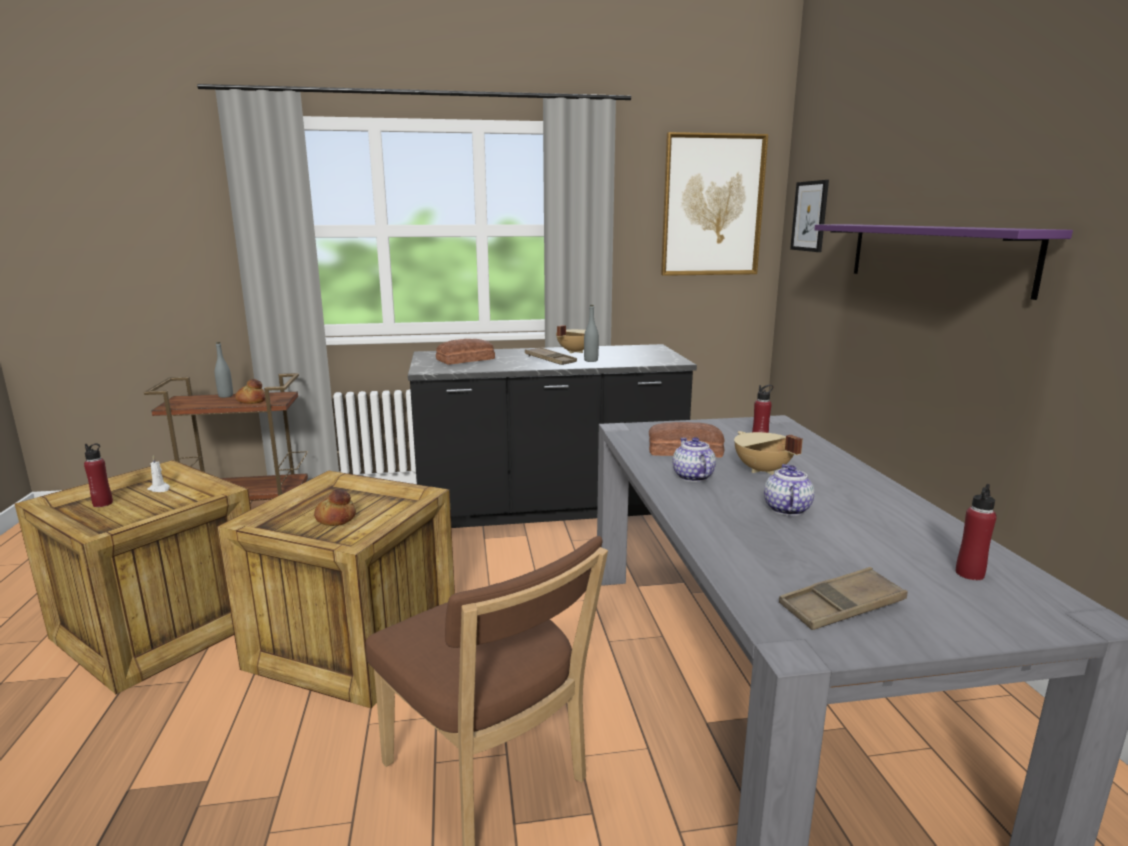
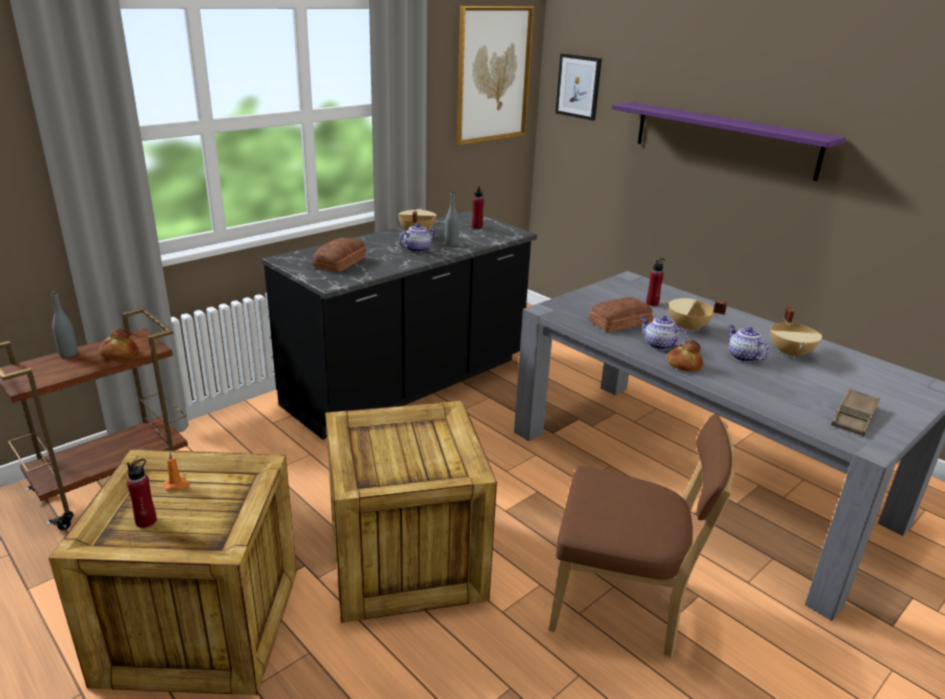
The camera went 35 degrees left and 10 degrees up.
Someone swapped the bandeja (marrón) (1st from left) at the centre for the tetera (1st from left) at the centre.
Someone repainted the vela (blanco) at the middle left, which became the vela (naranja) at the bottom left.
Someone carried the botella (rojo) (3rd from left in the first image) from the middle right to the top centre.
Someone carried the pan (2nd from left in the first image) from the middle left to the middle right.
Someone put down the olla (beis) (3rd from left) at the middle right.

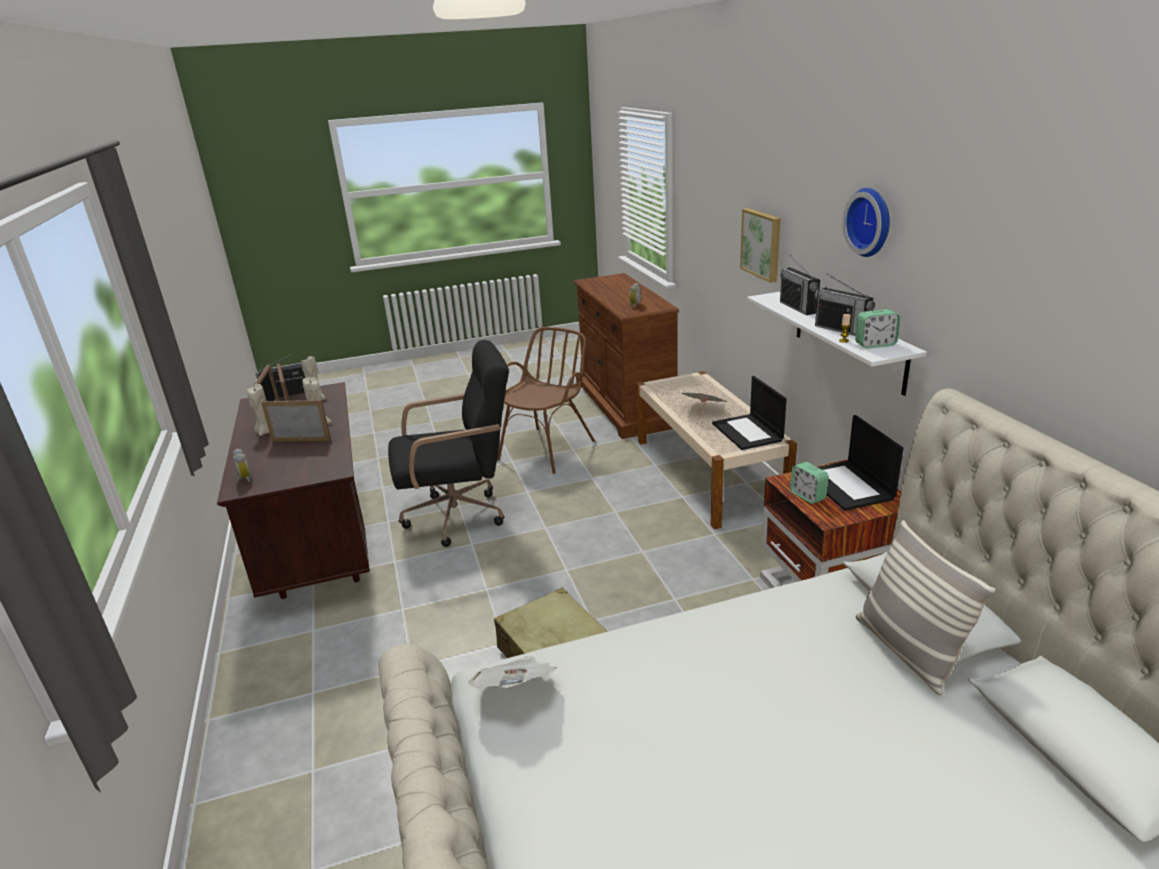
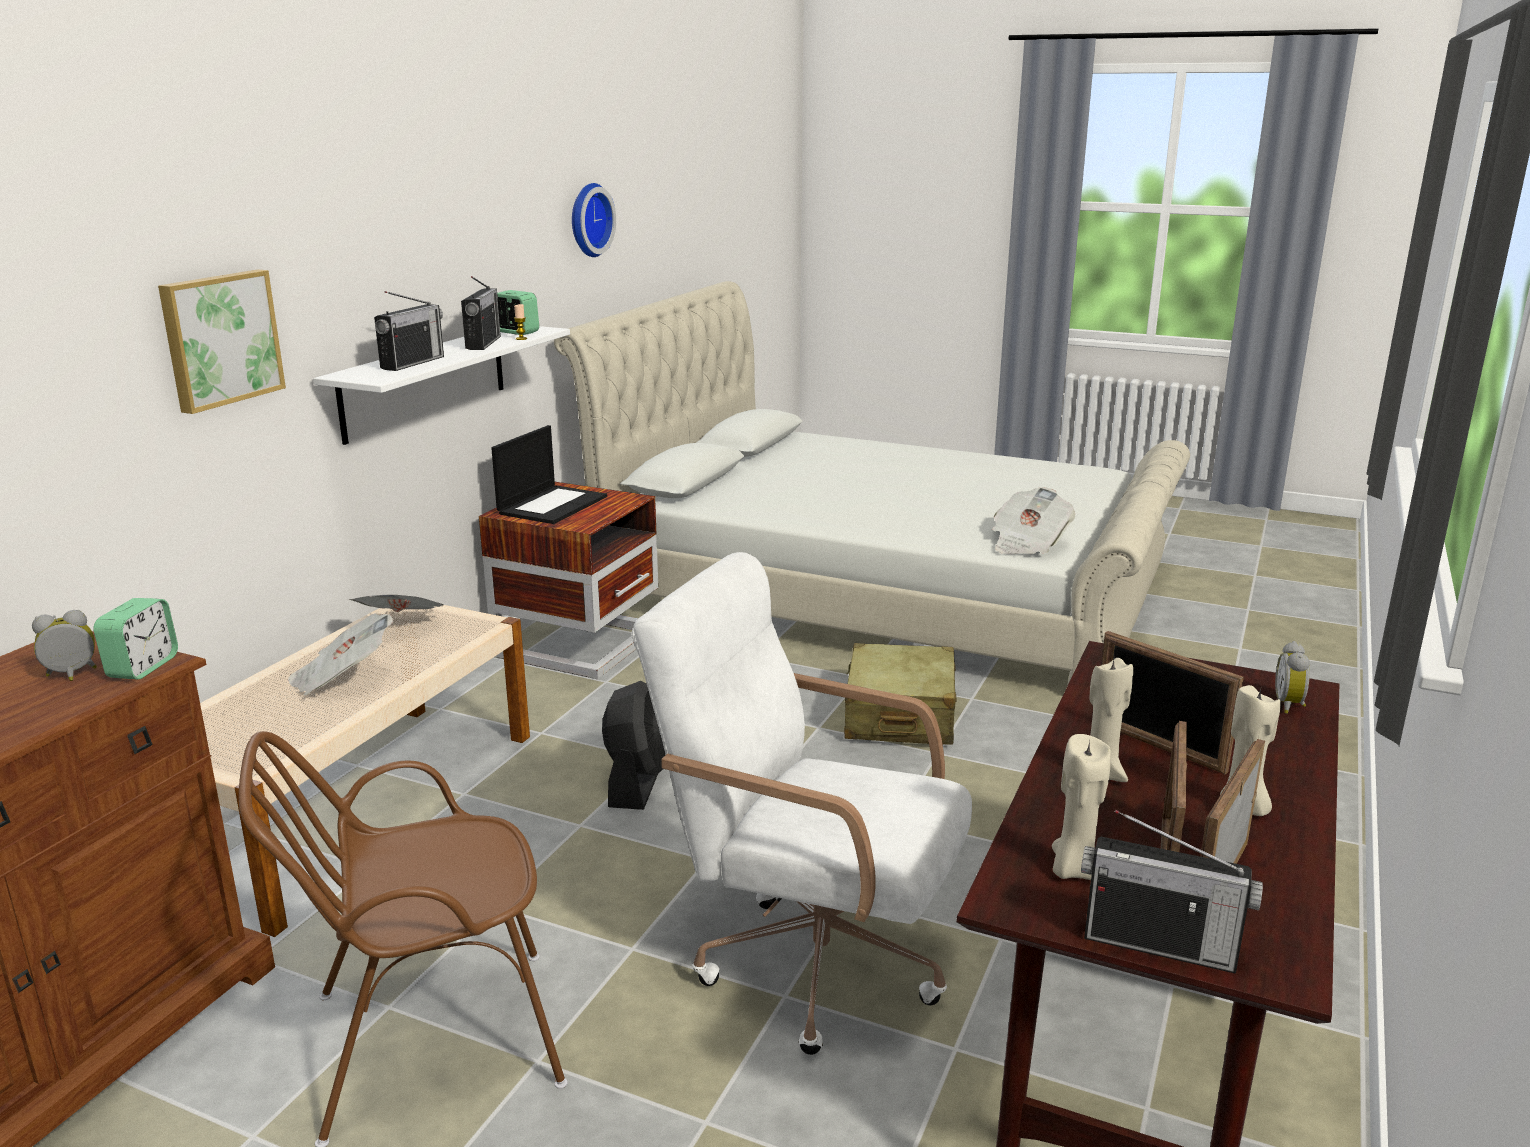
The camera went 140 degrees left and 5 degrees down.
Someone carried the reloj de pared from the top right to the top centre.
Someone repainted the silla de oficina (negro) at the centre, which became the silla de oficina (blanco) at the bottom centre.
Someone swapped the portátil (1st from left) at the centre for the periódico (2nd from left) at the middle left.
Someone carried the despertador (3rd from left in the first image) from the middle right to the middle left.
Someone took away the cojín at the bottom right.
Someone put down the ventilador (negro) at the centre.

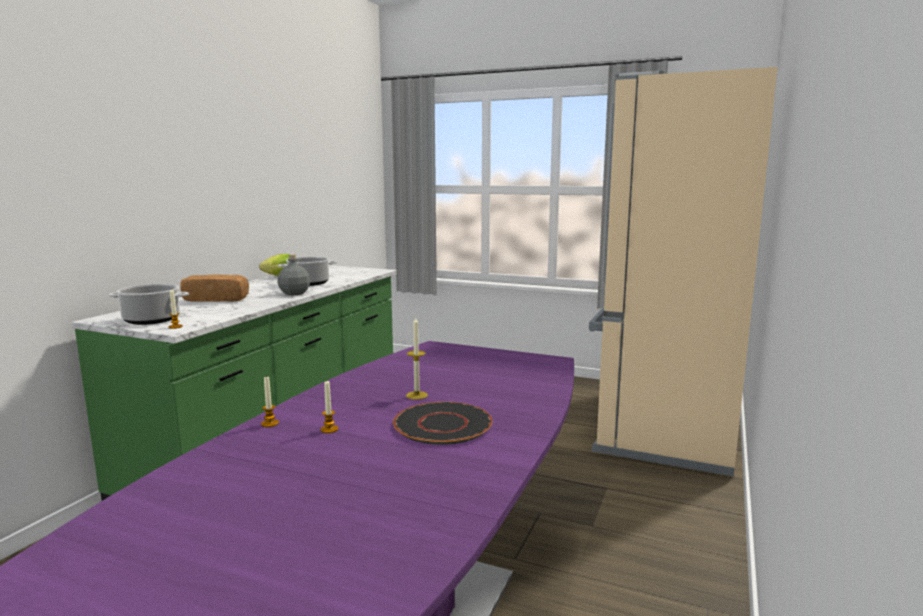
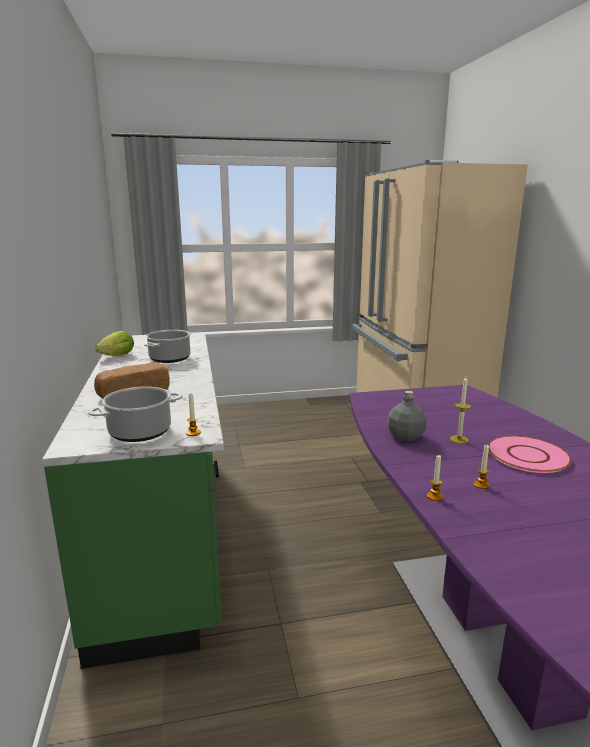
The camera went 35 degrees left and 5 degrees up.
Someone carried the botella (gris) from the middle left to the middle right.
Someone repainted the plato (negro) at the bottom centre, which became the plato (rosa) at the middle right.

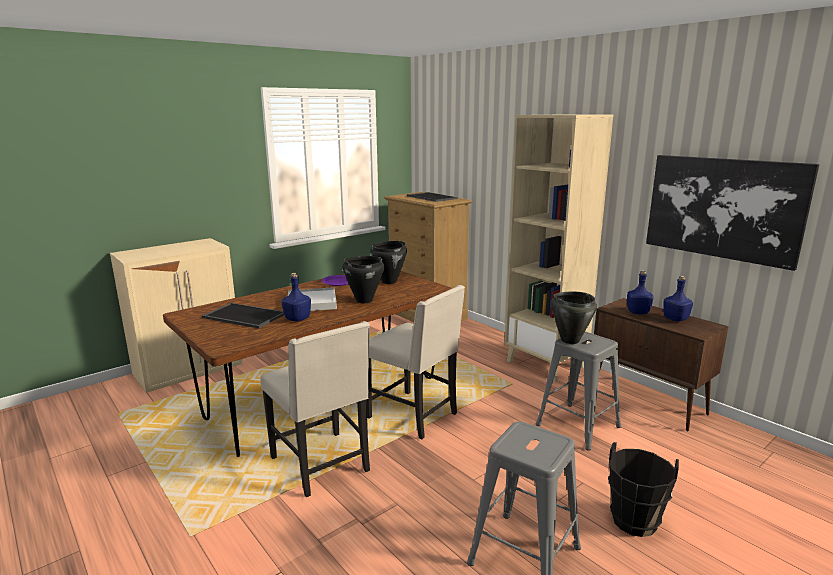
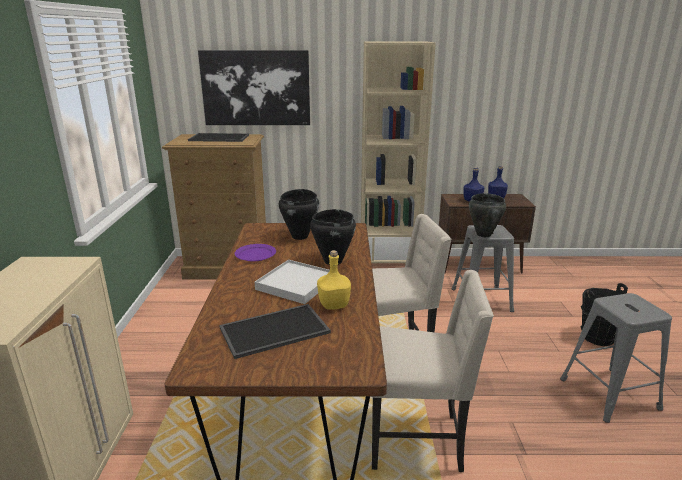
The camera went 50 degrees left and 5 degrees up.
Someone carried the cuadro from the middle right to the top centre.
Someone repainted the botella (azul) (1st from left) at the centre, which became the botella (amarillo) at the centre.

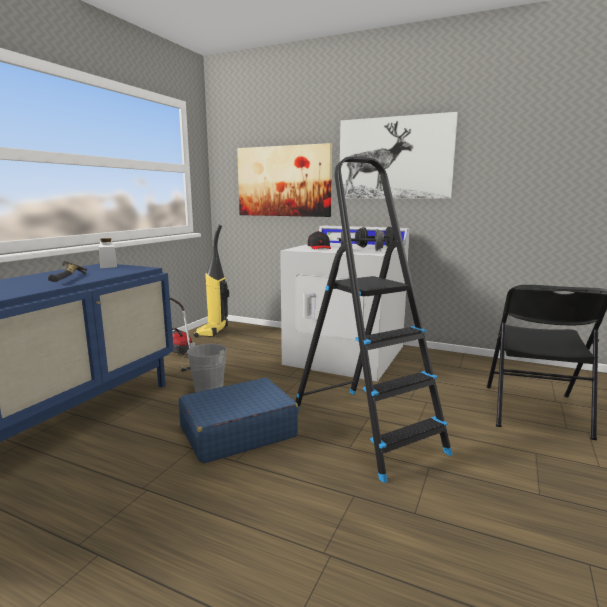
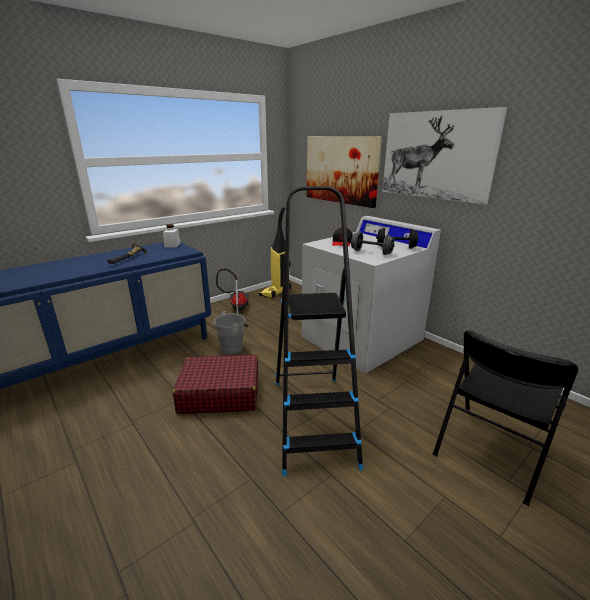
The camera went 25 degrees right and 10 degrees up.
Someone repainted the maleta (azul) at the bottom centre, which became the maleta (rojo) at the centre.

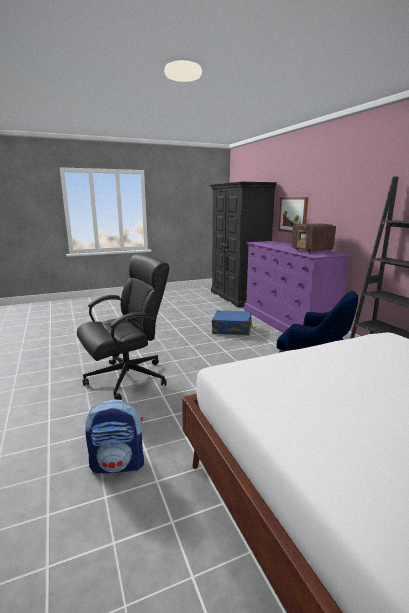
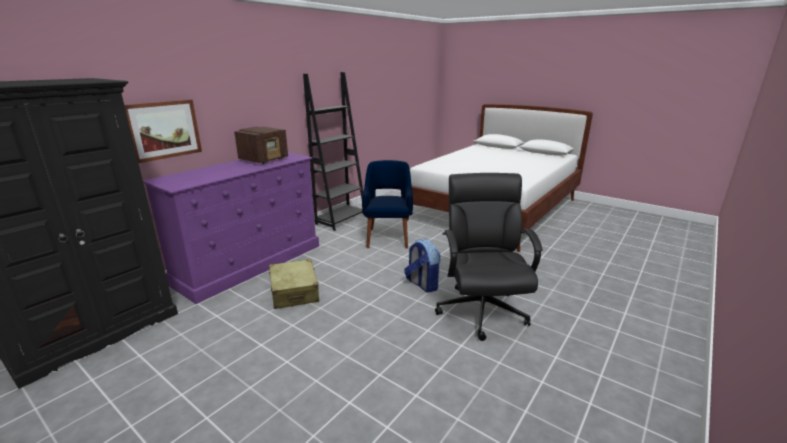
The camera went 120 degrees left and 5 degrees up.
Someone rotated the silla de oficina (negro) at the middle left by 60 degrees clockwise.
Someone repainted the maleta (azul) at the centre, which became the maleta (beis) at the centre.
Someone carried the mochila from the bottom left to the centre.

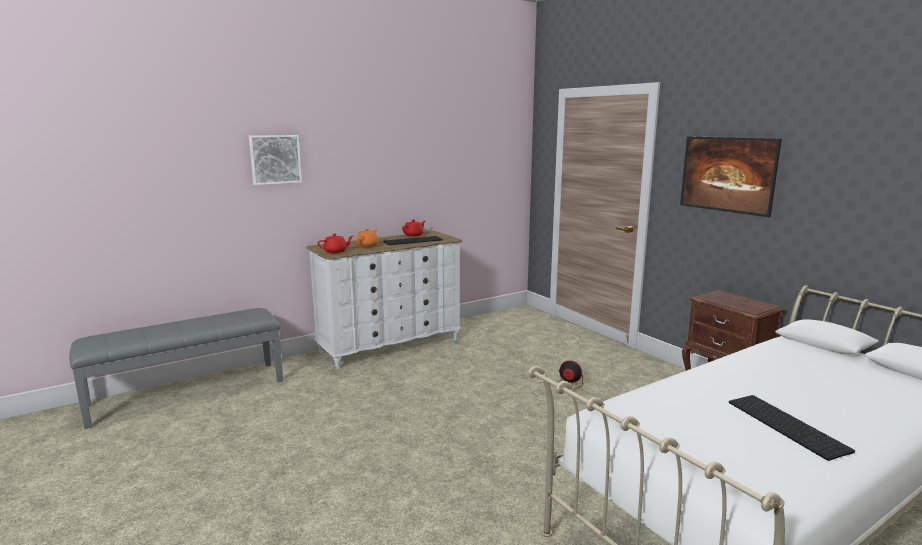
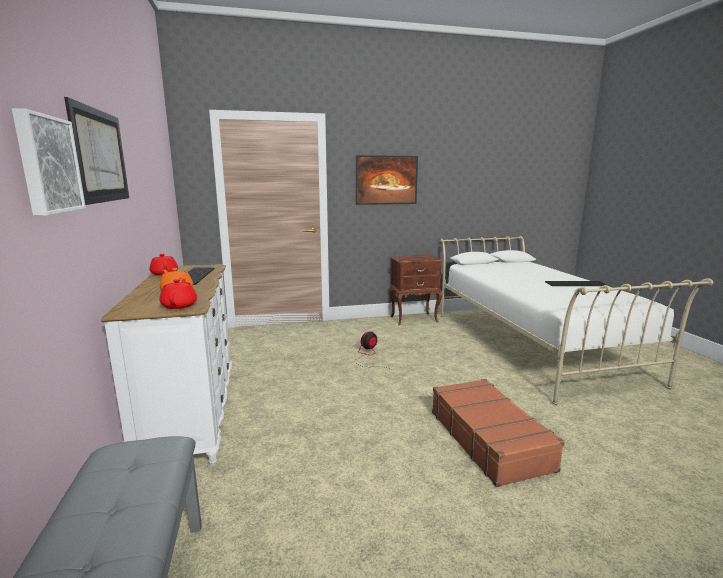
The camera went 70 degrees left and 0 degrees up.
Someone put up the cuadro (2nd from left) at the top left.
Someone put down the maleta (marrón) at the bottom right.

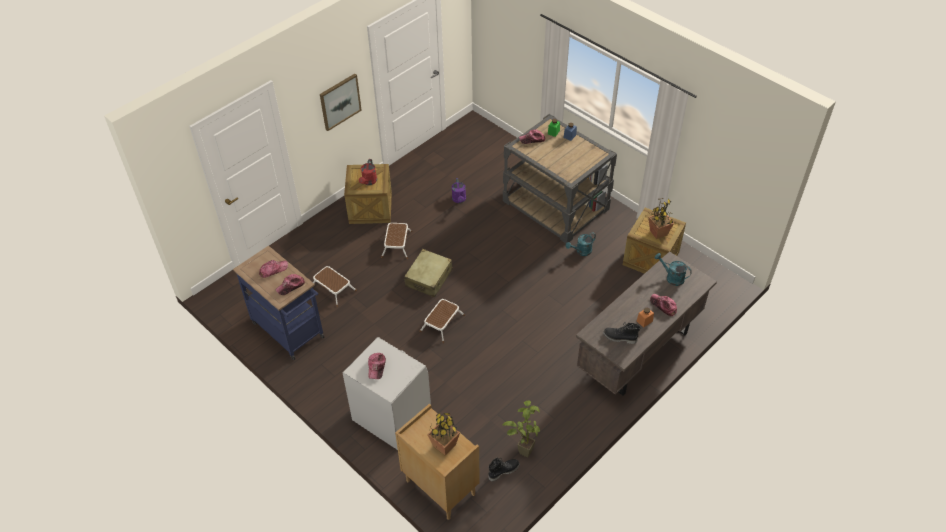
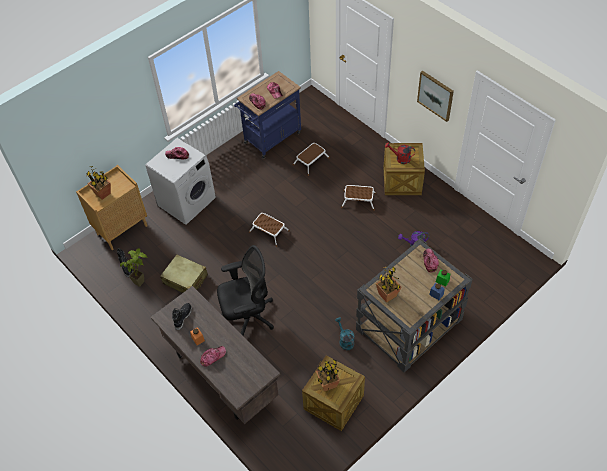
The camera went 95 degrees right and 5 degrees up.
Someone carried the maleta (beis) from the centre to the middle left.
Someone took away the regadera (turquesa) (2nd from left) at the middle right.
Someone put down the silla de oficina (negro) at the centre.
Someone put down the planta en maceta (4th from left) at the centre.

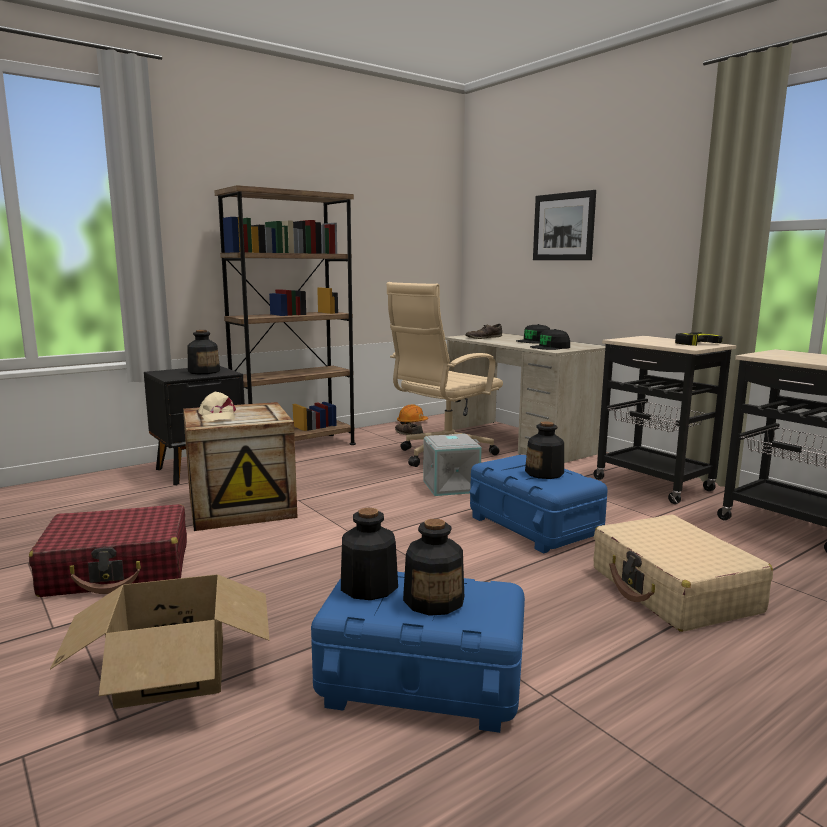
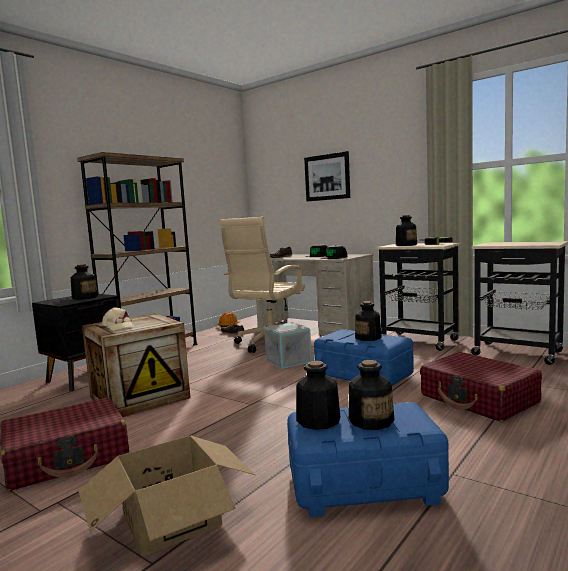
The camera went 15 degrees left and 5 degrees down.
Someone repainted the maleta (beis) at the bottom right, which became the maleta (rojo) (2nd from left) at the bottom right.
Someone put down the botella (5th from left) at the middle right.

